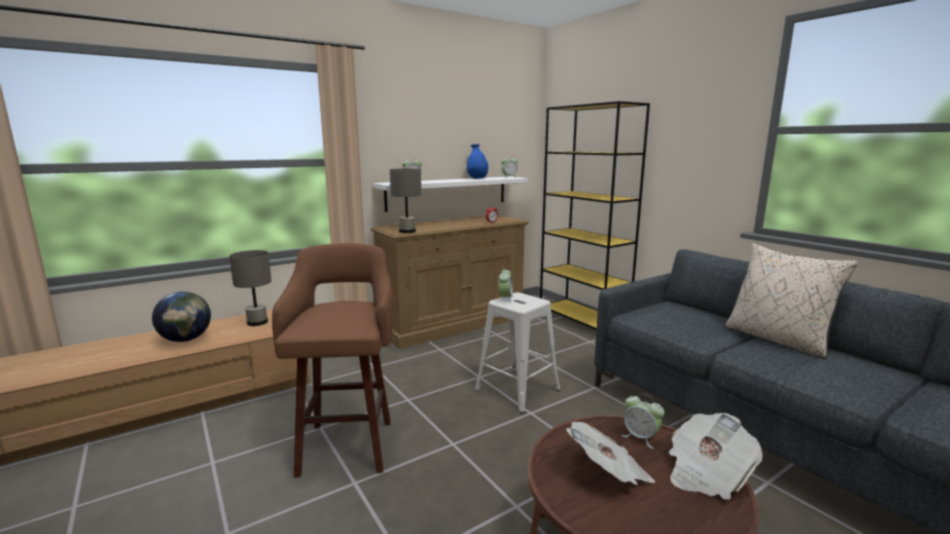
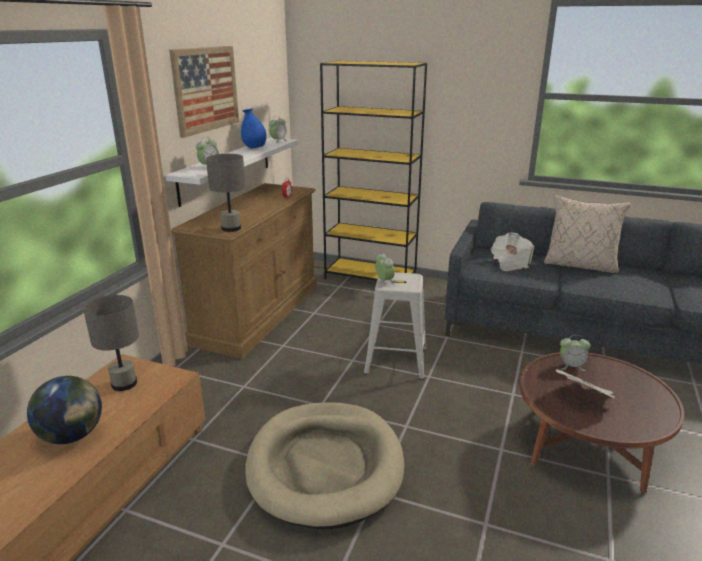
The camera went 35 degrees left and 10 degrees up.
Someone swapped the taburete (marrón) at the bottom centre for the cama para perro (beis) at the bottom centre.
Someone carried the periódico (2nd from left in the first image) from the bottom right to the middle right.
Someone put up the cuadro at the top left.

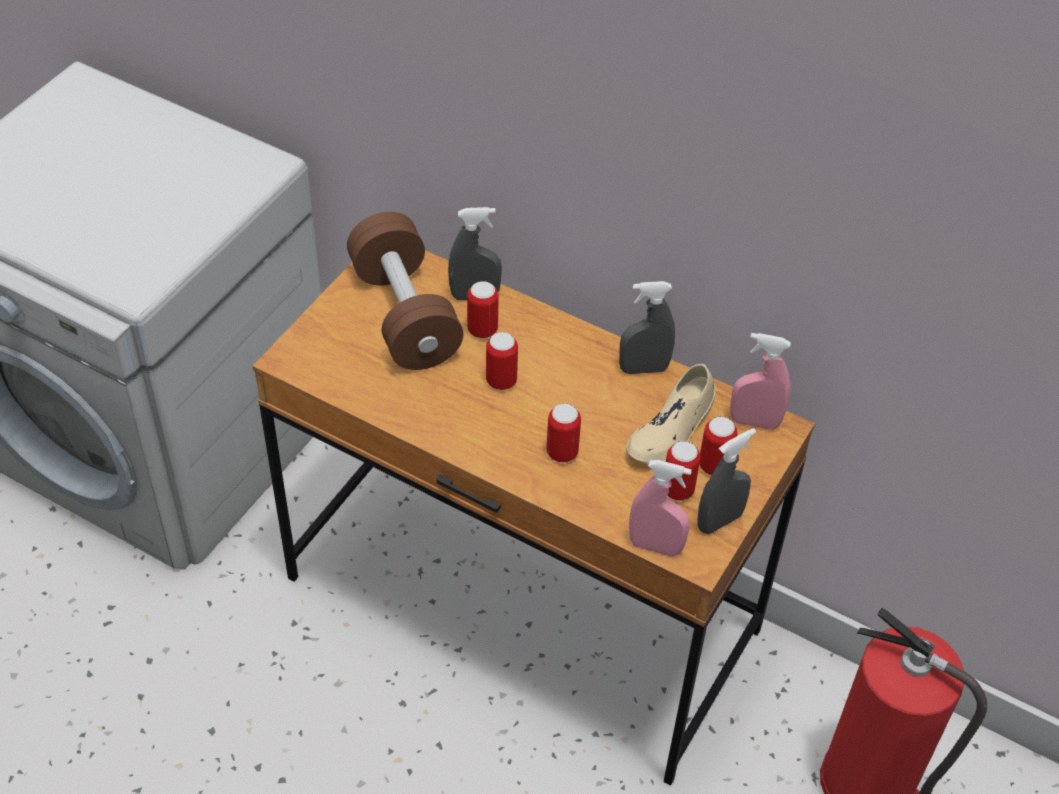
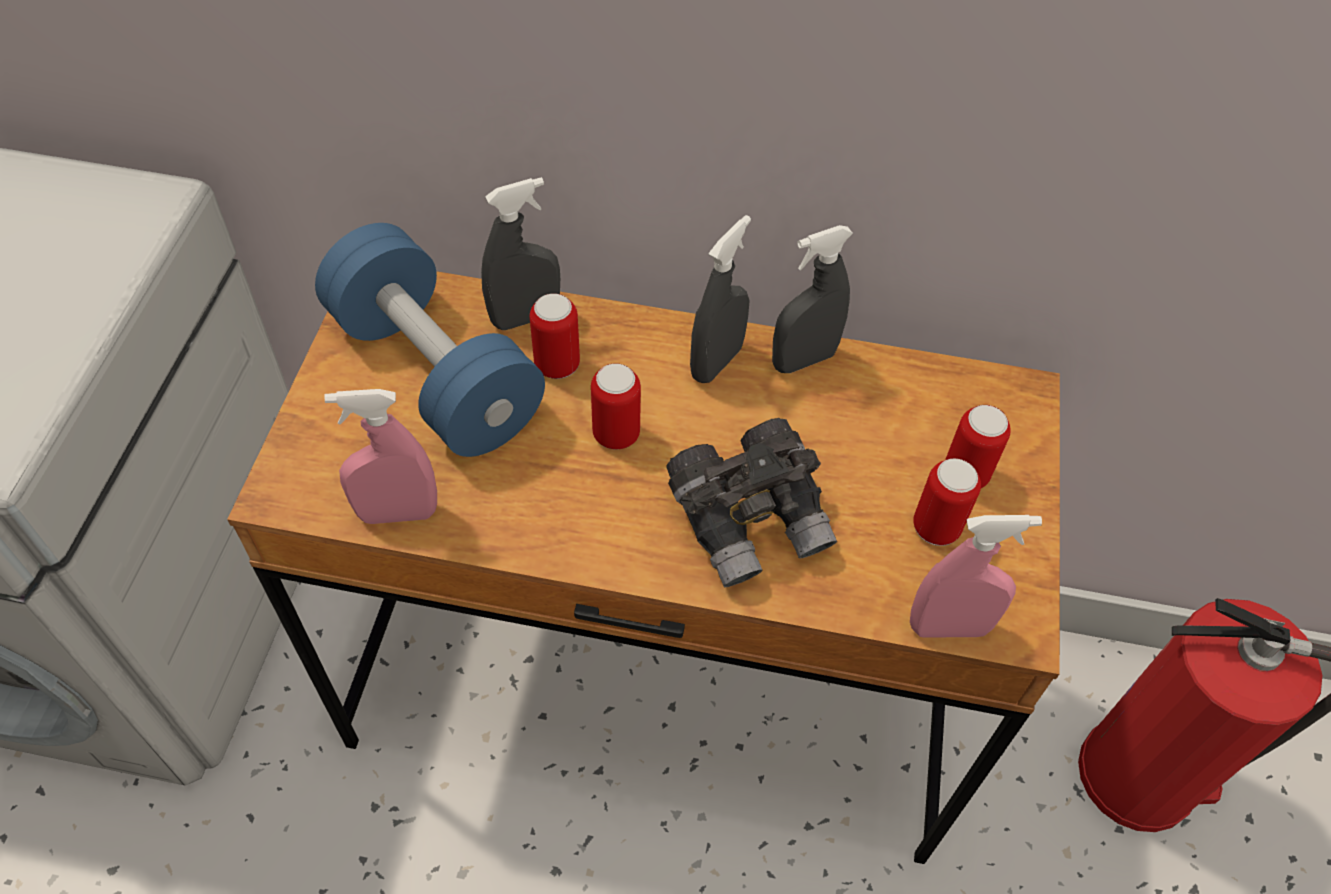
The camera went 20 degrees left and 5 degrees up.
Someone repainted the mancuerna (marrón) at the centre, which became the mancuerna (azul) at the middle left.
Someone carried the pulverizador (rosa) (2nd from left in the first image) from the middle right to the middle left.
Someone took away the zapato (beis) at the centre.
Someone swapped the lata (3rd from left) at the centre for the prismáticos (gris) at the centre.
Someone carried the pulverizador (gris) (3rd from left in the first image) from the middle right to the centre.

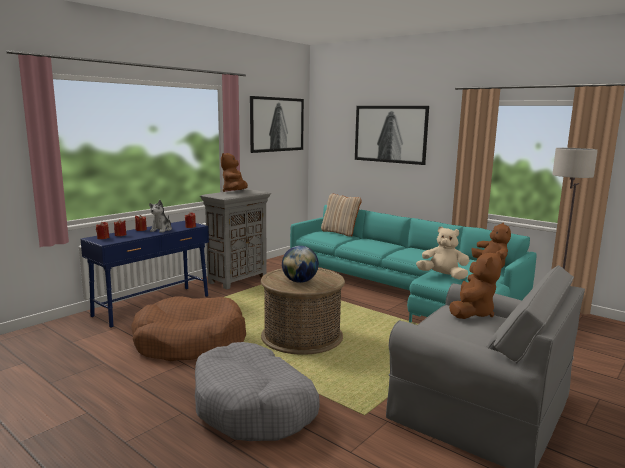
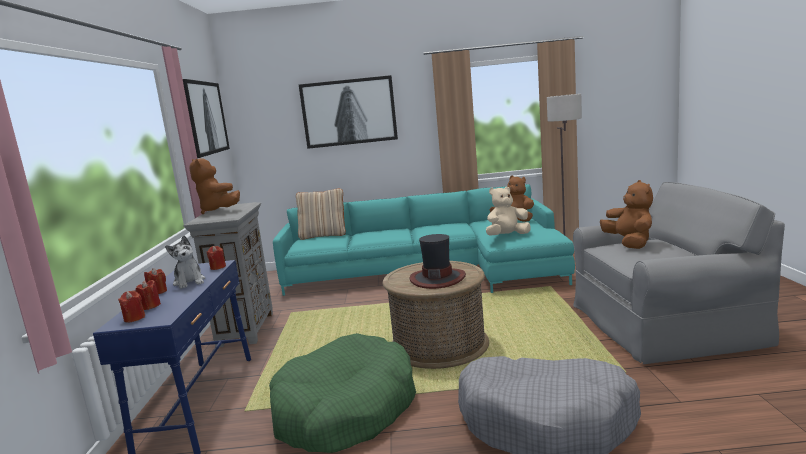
The camera went 40 degrees left and 0 degrees up.
Someone swapped the globo terráqueo at the centre for the sombrero at the centre.
Someone repainted the cama para perro (marrón) at the bottom left, which became the cama para perro (verde) at the bottom centre.

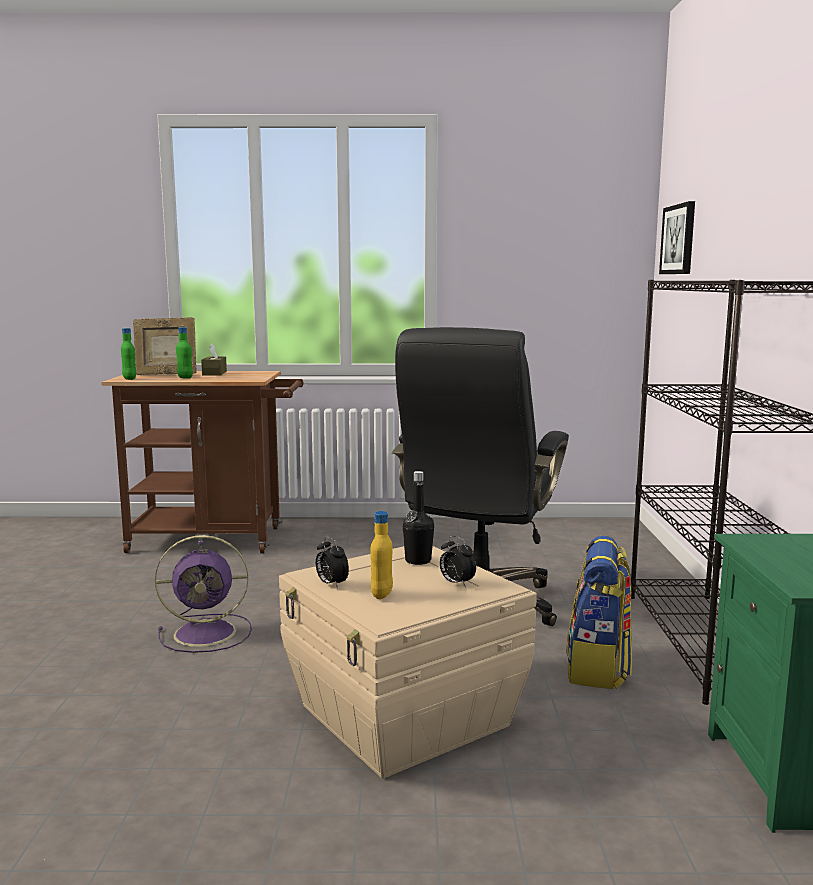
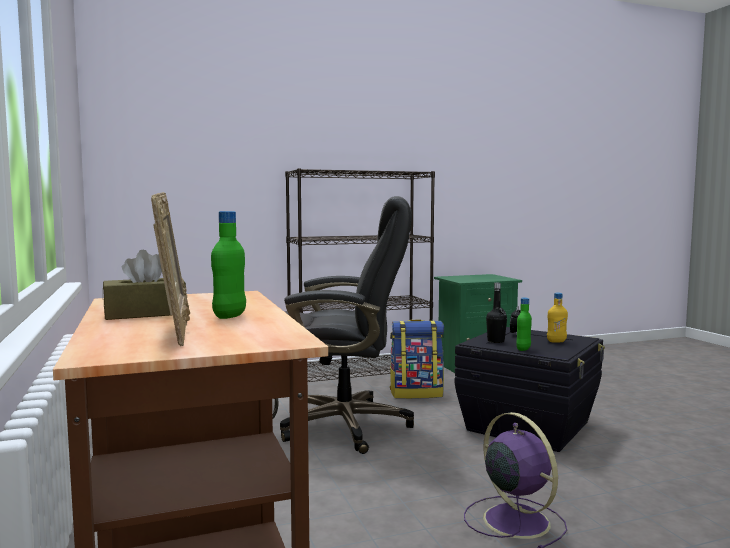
The camera went 110 degrees left and 5 degrees down.
Someone took away the cuadro at the top right.
Someone carried the botella (verde) (1st from left in the first image) from the middle left to the middle right.
Someone took away the despertador (1st from left) at the centre.
Someone repainted the caja de almacenaje (beis) at the bottom centre, which became the caja de almacenaje (negro) at the bottom right.

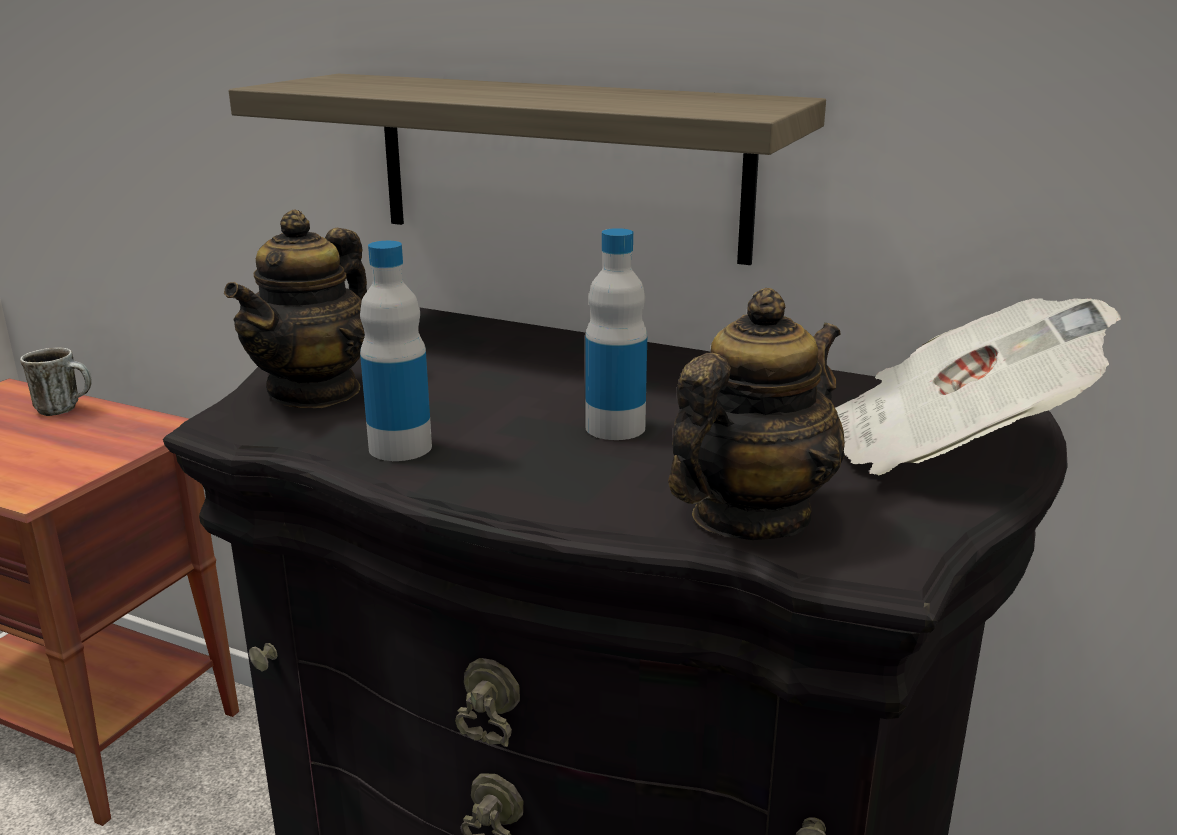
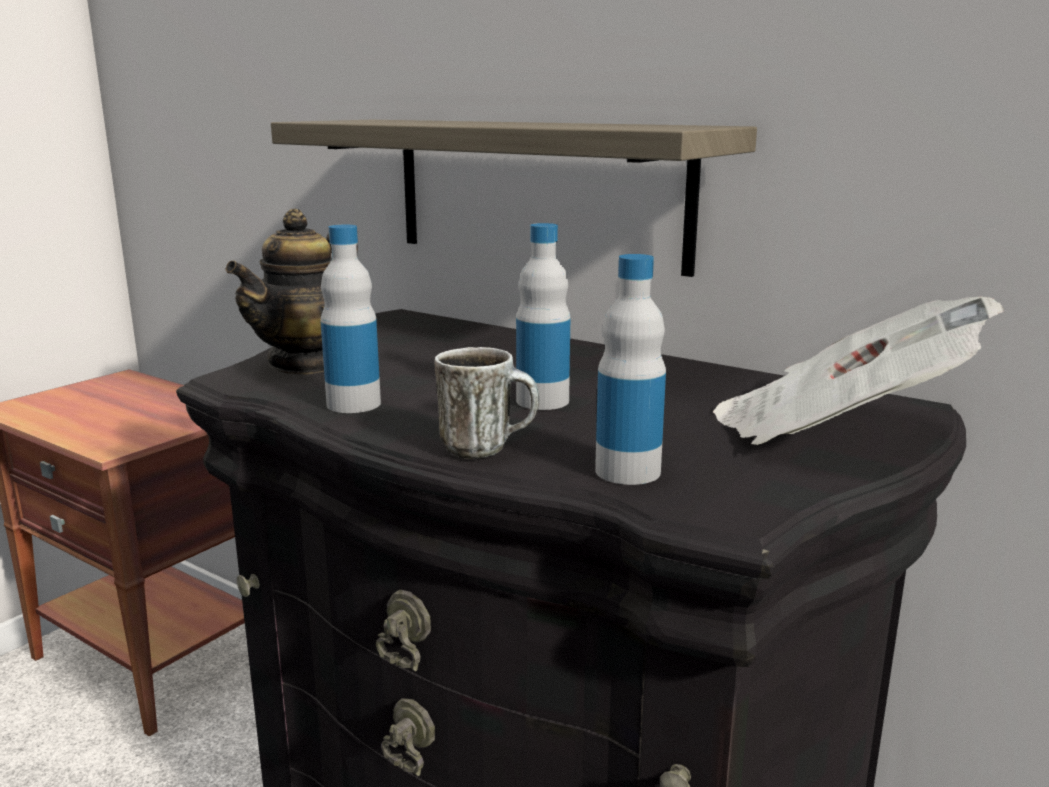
The camera went 10 degrees right and 5 degrees down.
Someone swapped the tetera (2nd from left) at the centre for the botella (3rd from left) at the centre.
Someone carried the taza grande from the middle left to the centre.

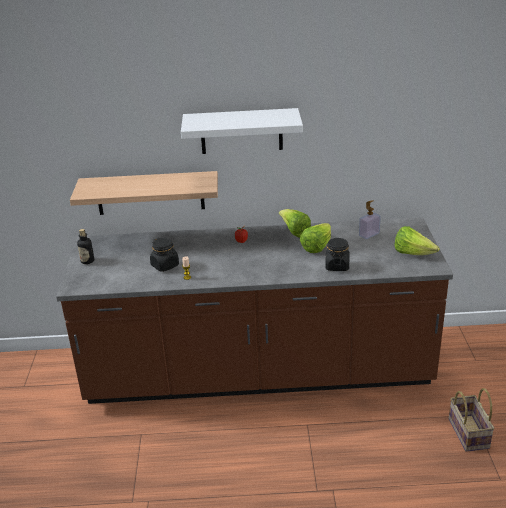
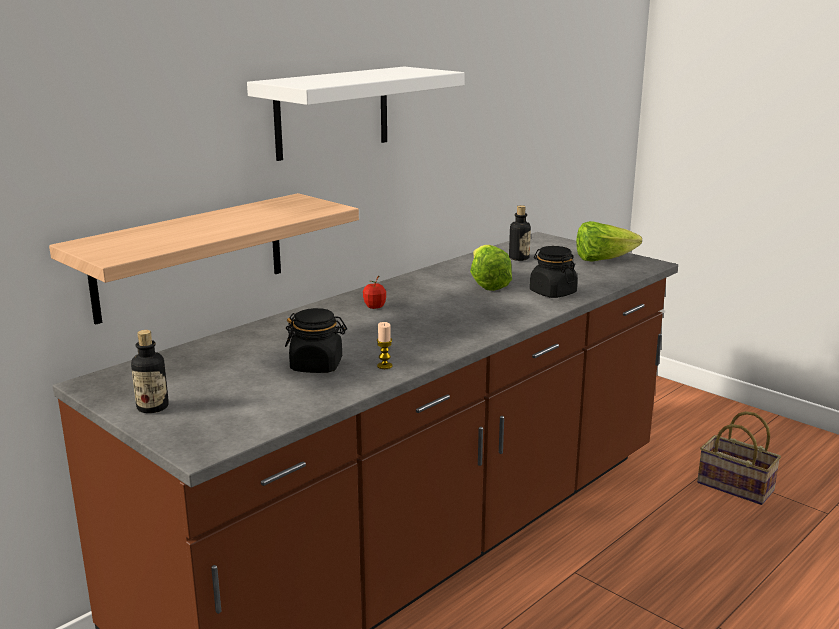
The camera went 45 degrees left and 10 degrees down.
Someone swapped the dispensador de jabón at the middle right for the botella (2nd from left) at the centre.
Someone took away the lechuga (1st from left) at the centre.

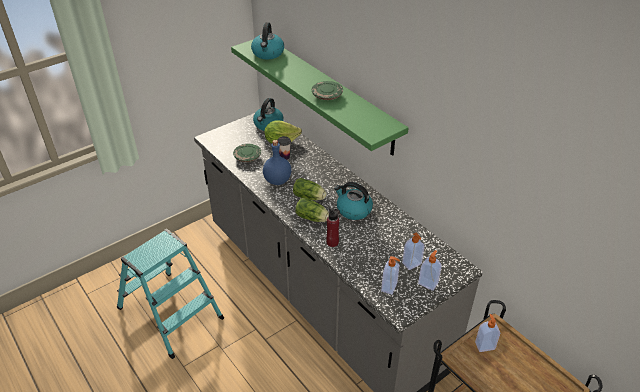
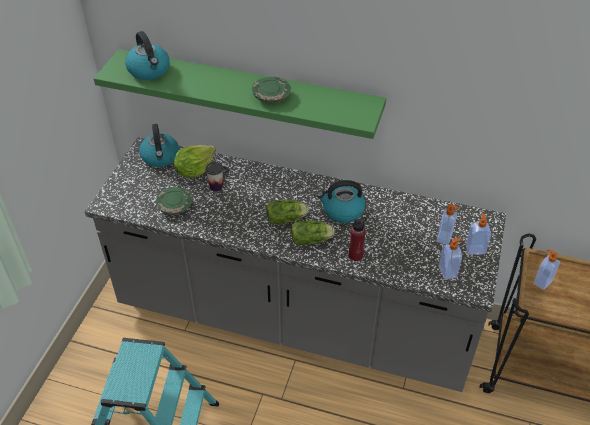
The camera went 35 degrees left and 5 degrees up.
Someone took away the botella (azul) at the centre.

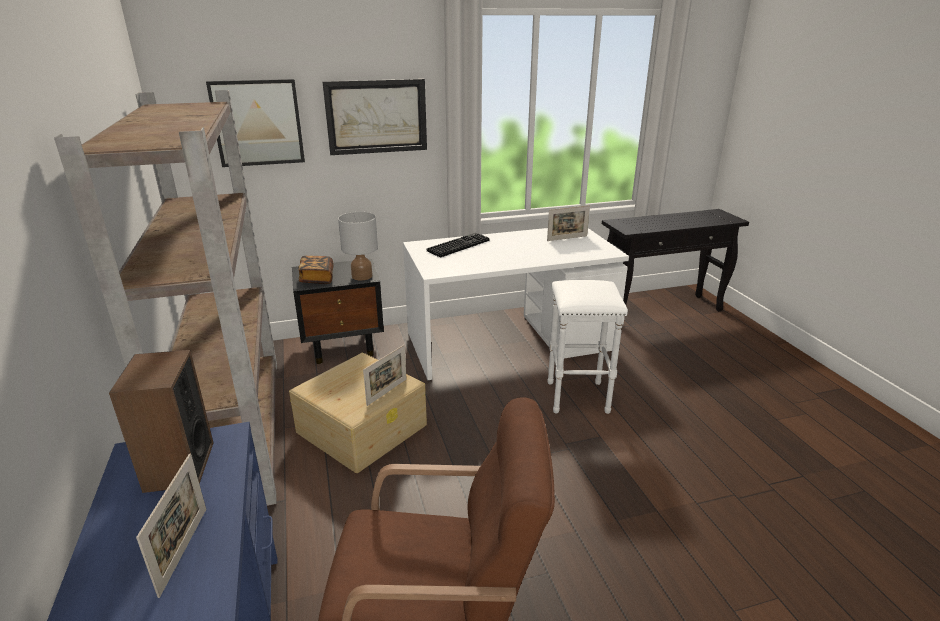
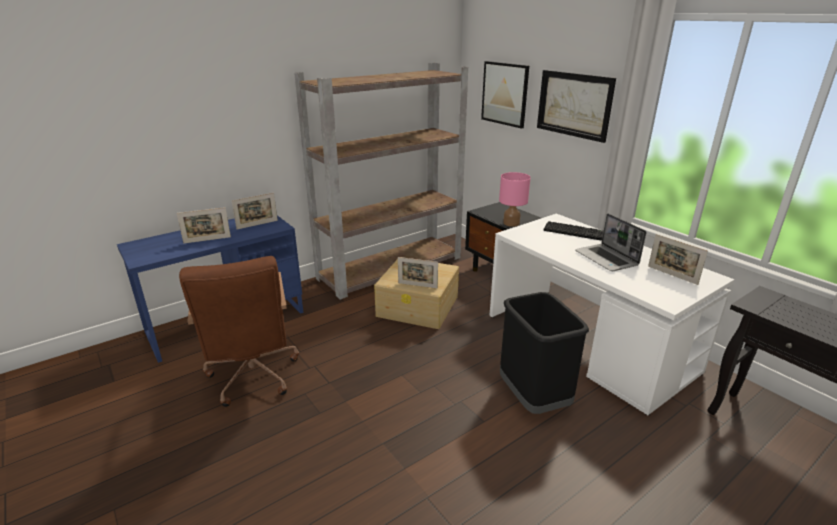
The camera went 70 degrees right and 0 degrees up.
Someone repainted the lámpara de mesa (gris) at the centre, which became the lámpara de mesa (rosa) at the centre.
Someone took away the libro at the centre.
Someone swapped the taburete (blanco) at the centre for the papelera (negro) at the bottom centre.
Someone swapped the altavoz at the bottom left for the portarretratos (2nd from left) at the middle left.
Someone put down the portátil at the middle right.

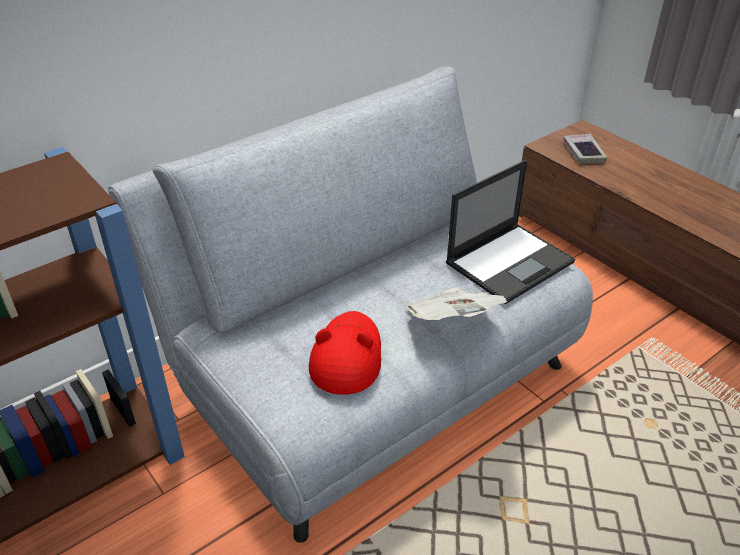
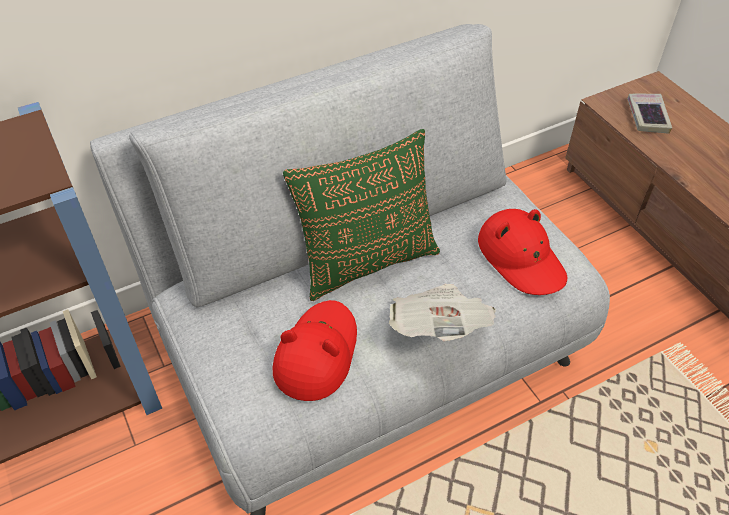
The camera went 10 degrees right and 10 degrees up.
Someone swapped the portátil at the middle right for the sombrero (rojo) (2nd from left) at the middle right.
Someone put down the cojín (verde) at the centre.

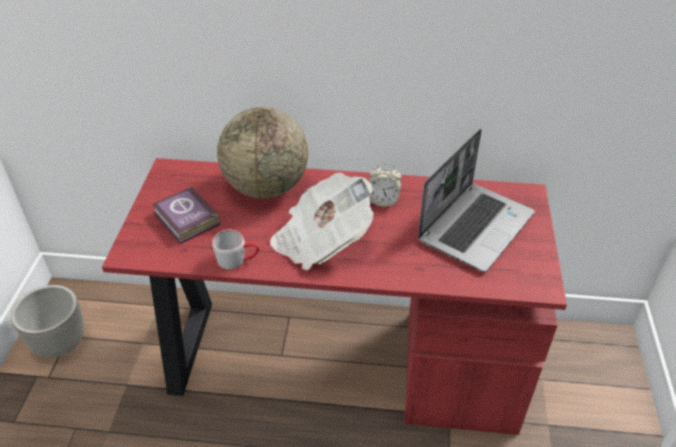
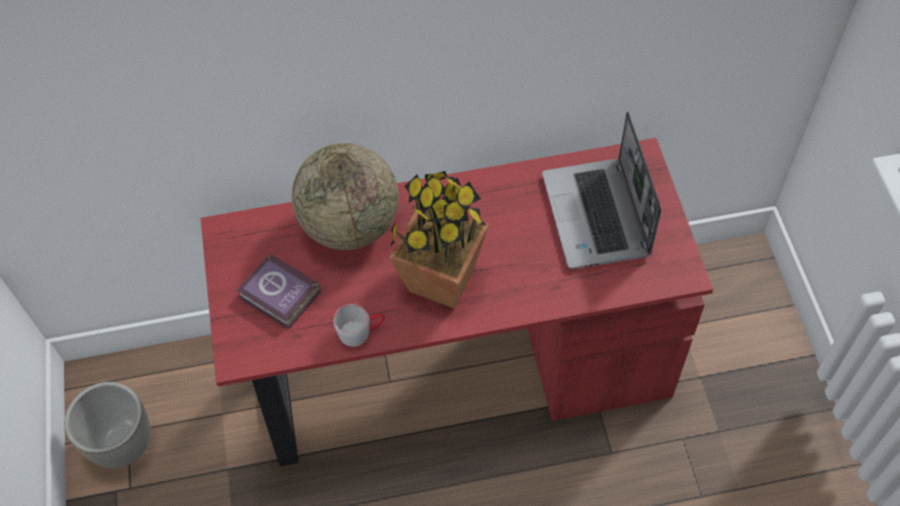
The camera went 15 degrees left and 15 degrees up.
Someone rotated the portátil at the middle right by 150 degrees clockwise.
Someone took away the despertador at the centre.
Someone swapped the periódico at the centre for the planta en maceta at the centre.

